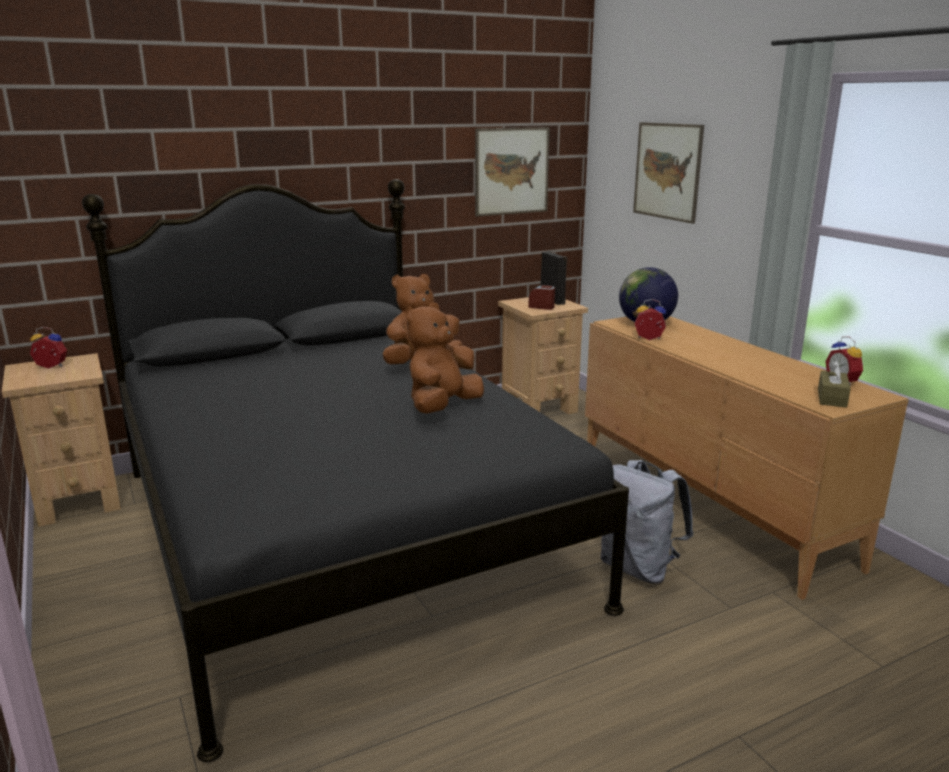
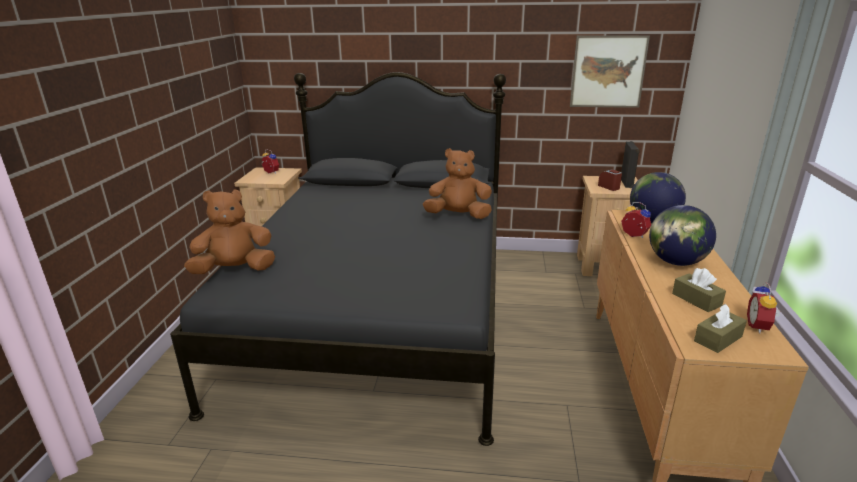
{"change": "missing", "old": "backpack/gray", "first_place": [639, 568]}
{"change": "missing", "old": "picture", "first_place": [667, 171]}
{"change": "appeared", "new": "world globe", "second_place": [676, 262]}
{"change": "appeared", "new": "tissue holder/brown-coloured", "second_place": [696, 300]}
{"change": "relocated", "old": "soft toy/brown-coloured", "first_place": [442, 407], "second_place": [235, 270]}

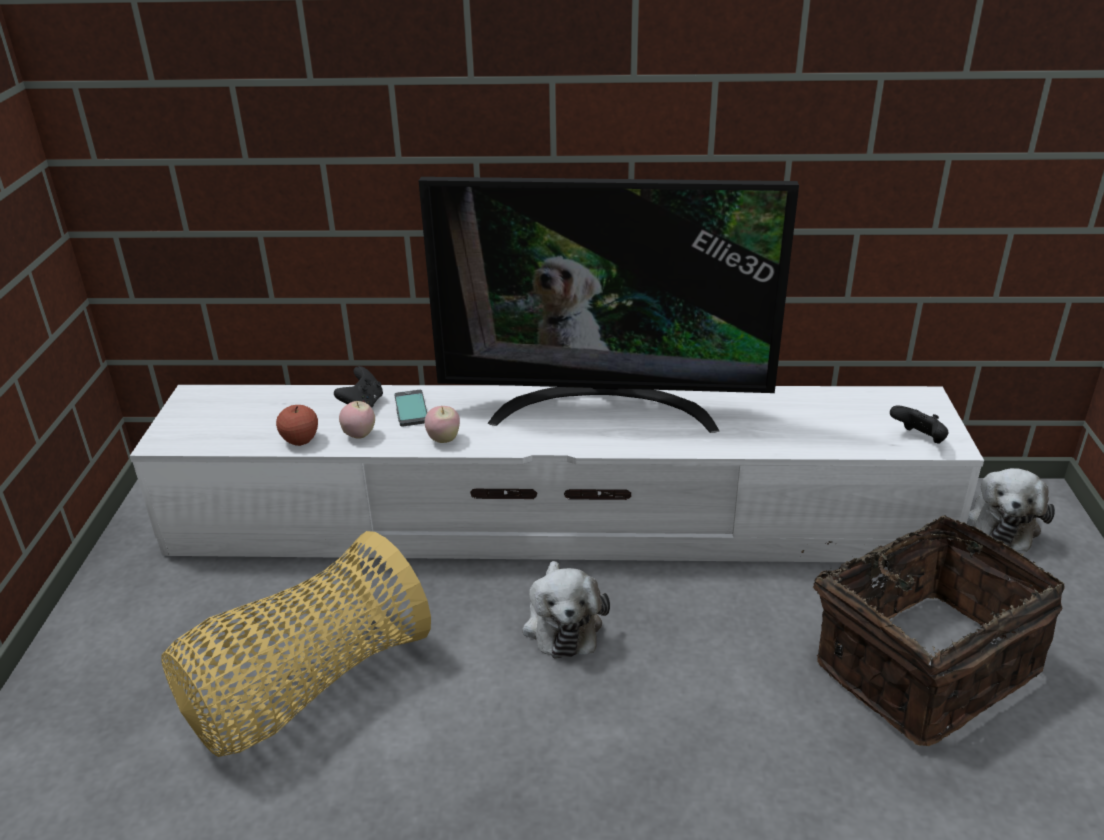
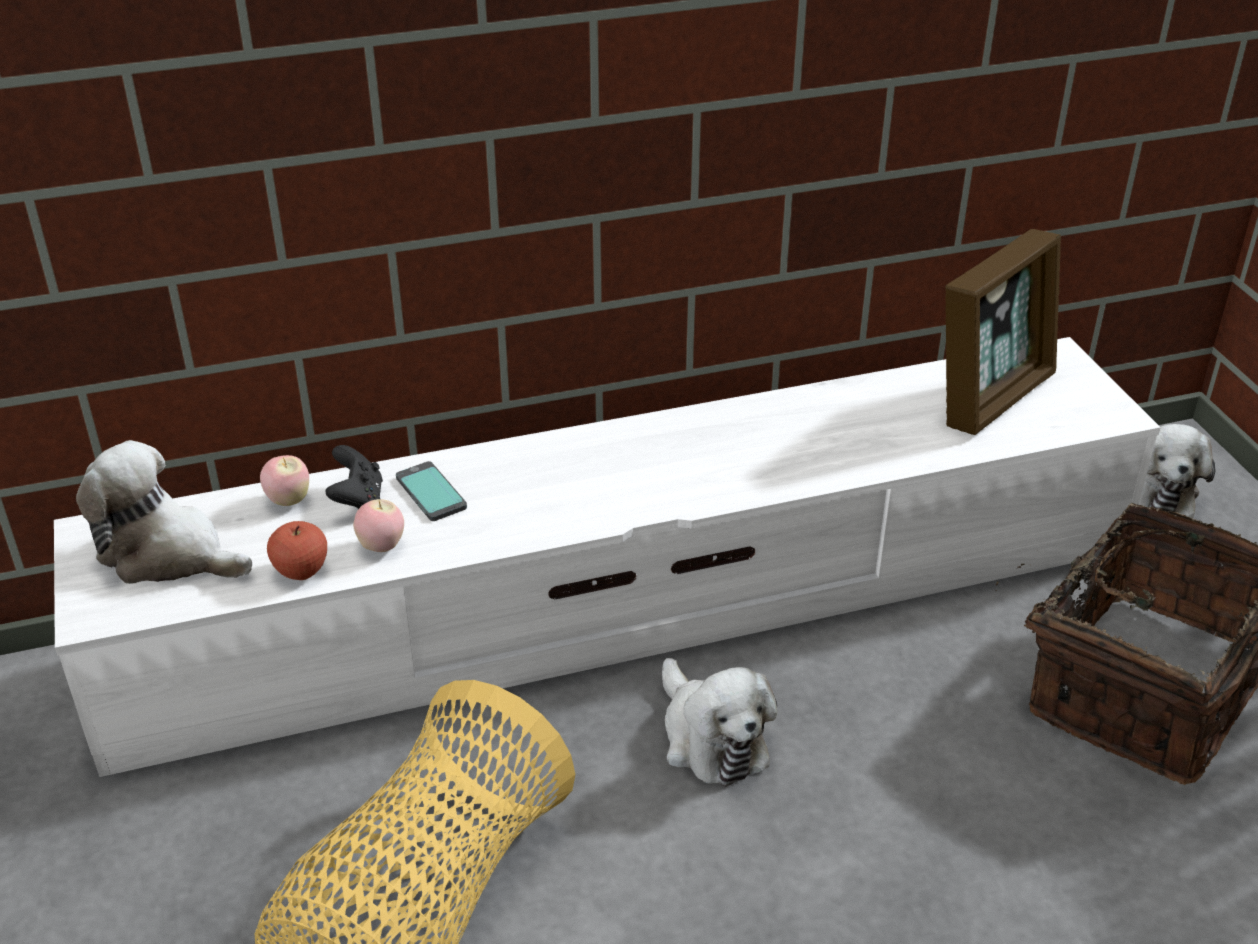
{"change": "missing", "old": "television", "first_place": [604, 406]}
{"change": "missing", "old": "game controller/blackish", "first_place": [918, 439]}
{"change": "appeared", "new": "soft toy", "second_place": [167, 554]}
{"change": "appeared", "new": "standing frame", "second_place": [992, 396]}
{"change": "relocated", "old": "apple", "first_place": [444, 439], "second_place": [288, 500]}

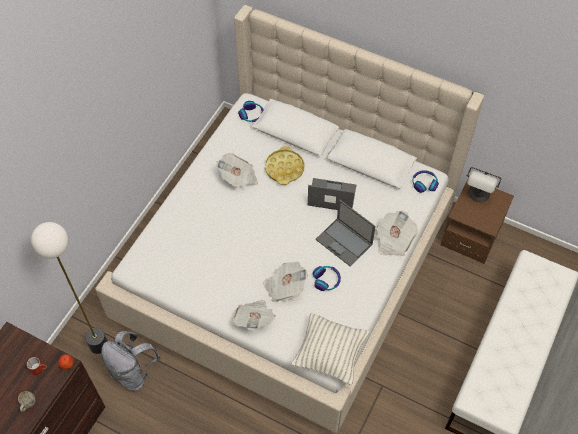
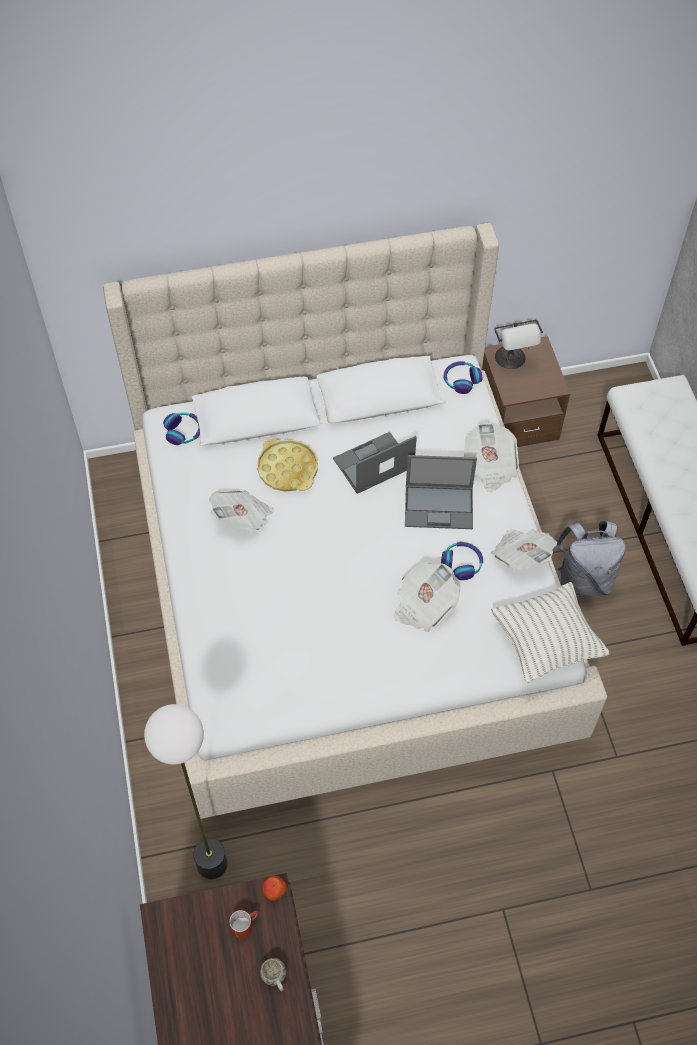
{"change": "relocated", "old": "backpack/gray", "first_place": [133, 372], "second_place": [583, 580]}
{"change": "relocated", "old": "printed paper", "first_place": [254, 319], "second_place": [521, 556]}

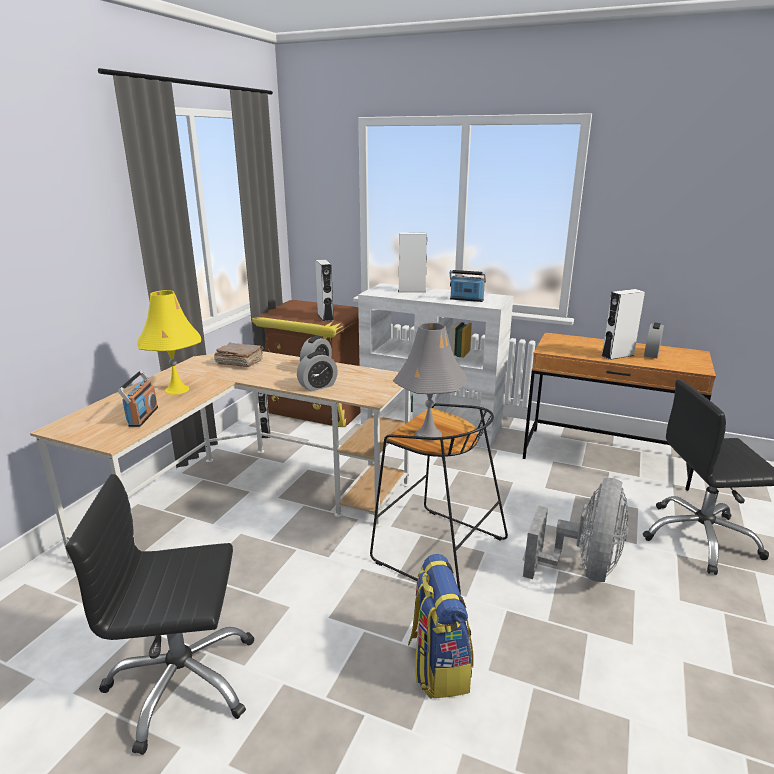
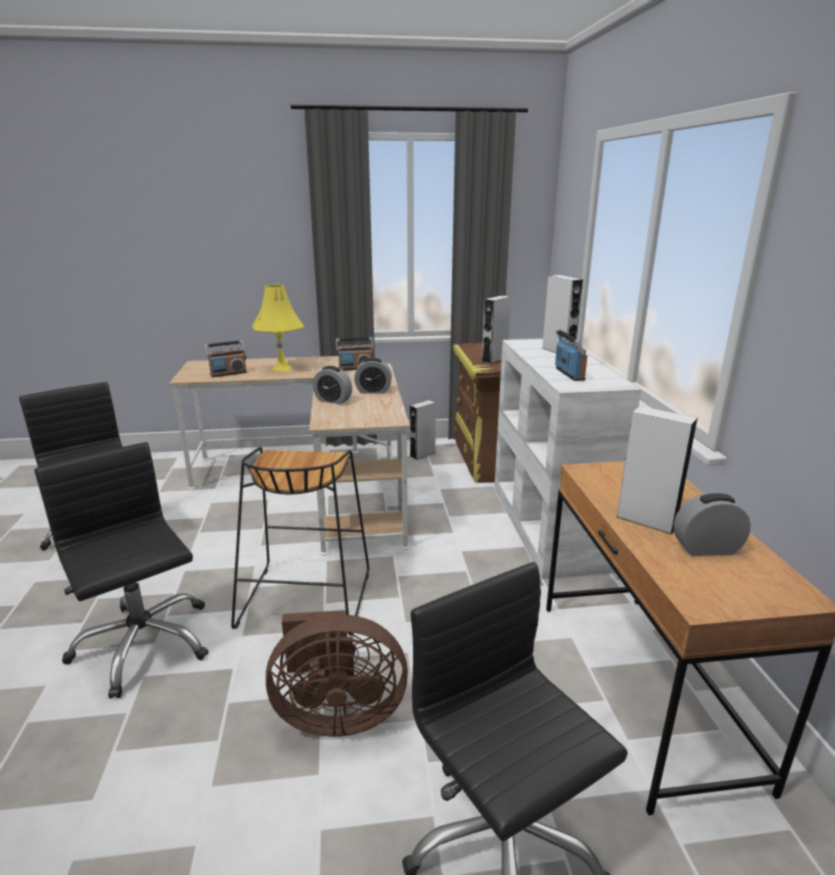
{"change": "missing", "old": "tabletop lamp/gray", "first_place": [428, 434]}
{"change": "exchanged", "old": "volume/brown-coloured", "new": "radio", "first_place": [239, 362], "second_place": [355, 368]}
{"change": "exchanged", "old": "backpack", "new": "computer chair/blackish", "first_place": [438, 665], "second_place": [143, 644]}
{"change": "colour", "old": "cooling fan/gray", "new": "cooling fan/brown-coloured", "first_place": [582, 568], "second_place": [336, 714]}

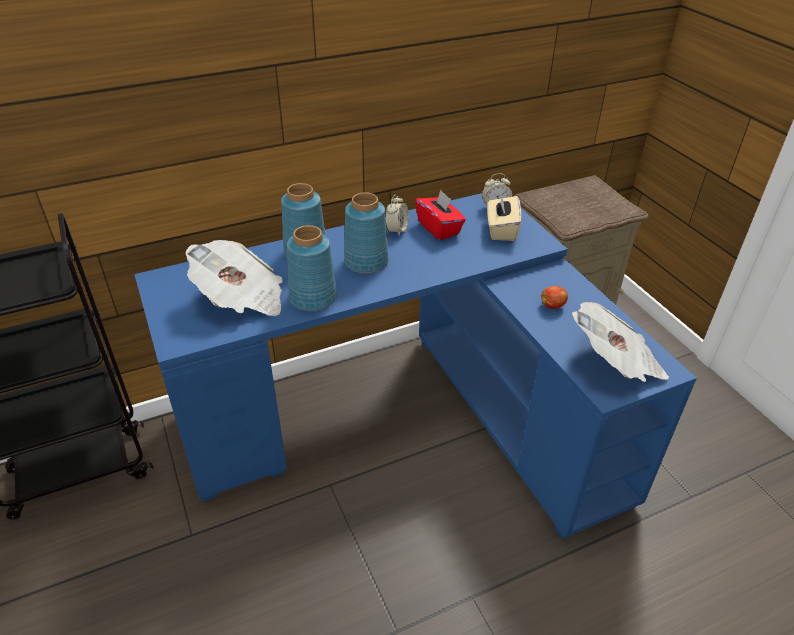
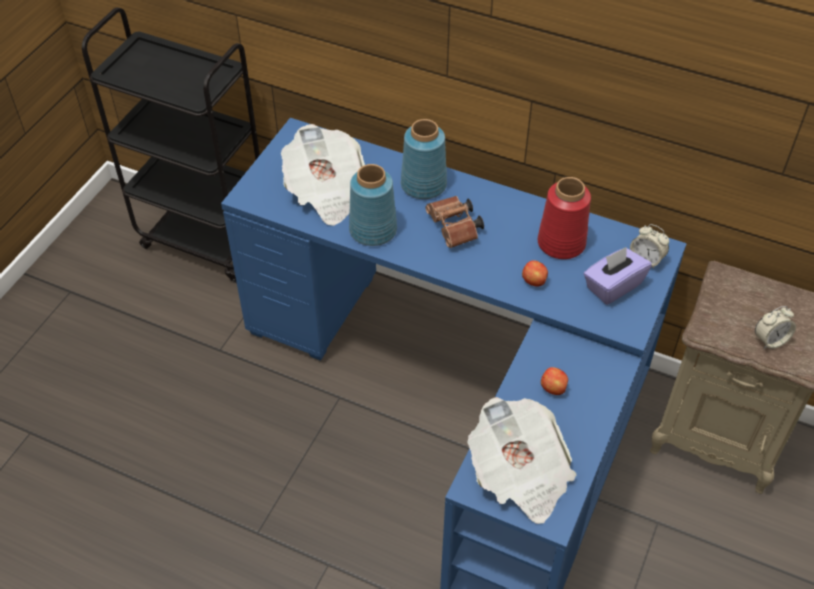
{"change": "appeared", "new": "apple", "second_place": [534, 281]}
{"change": "relocated", "old": "bedside clock", "first_place": [396, 230], "second_place": [770, 340]}
{"change": "exchanged", "old": "decorative vase/bluish", "new": "pair of binoculars/brown-coloured", "first_place": [367, 262], "second_place": [455, 229]}
{"change": "exchanged", "old": "tissue holder/red", "new": "decorative vase/red", "first_place": [439, 228], "second_place": [561, 242]}
{"change": "colour", "old": "tissue holder/beige", "new": "tissue holder/purple-coloured", "first_place": [501, 230], "second_place": [613, 286]}

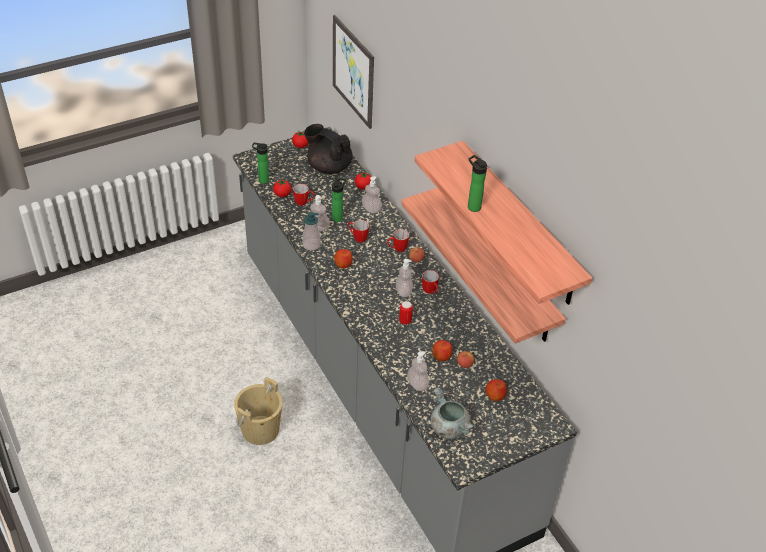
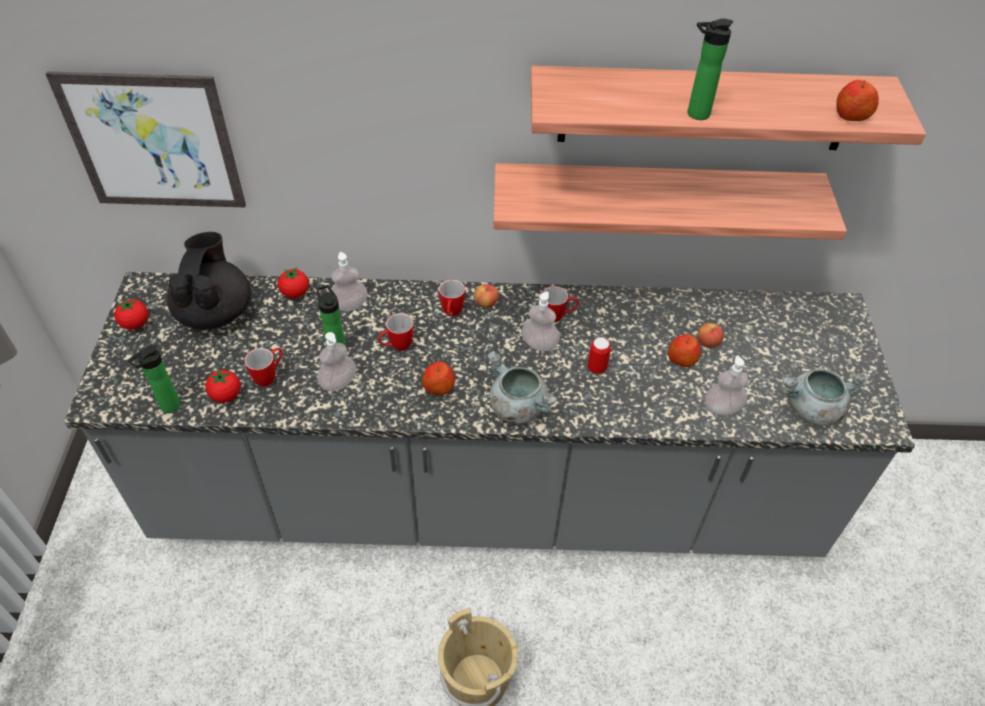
{"change": "missing", "old": "liquid soap bottle", "first_place": [311, 245]}
{"change": "appeared", "new": "saucepot/gray", "second_place": [517, 407]}
{"change": "relocated", "old": "apple", "first_place": [495, 395], "second_place": [851, 115]}
{"change": "spun", "old": "tea pot/blackish", "first_place": [328, 166], "second_place": [215, 311], "degrees": 120}

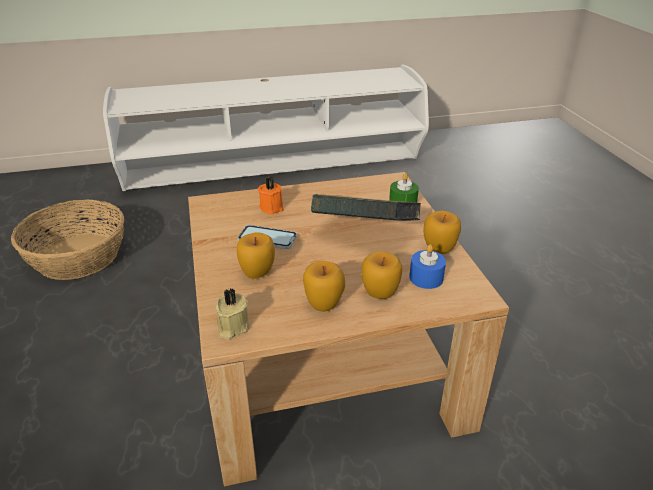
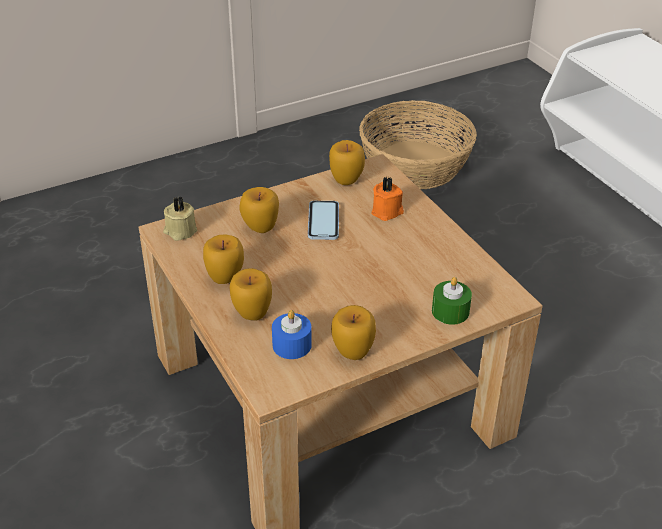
{"change": "missing", "old": "volume", "first_place": [365, 233]}
{"change": "appeared", "new": "apple", "second_place": [346, 180]}

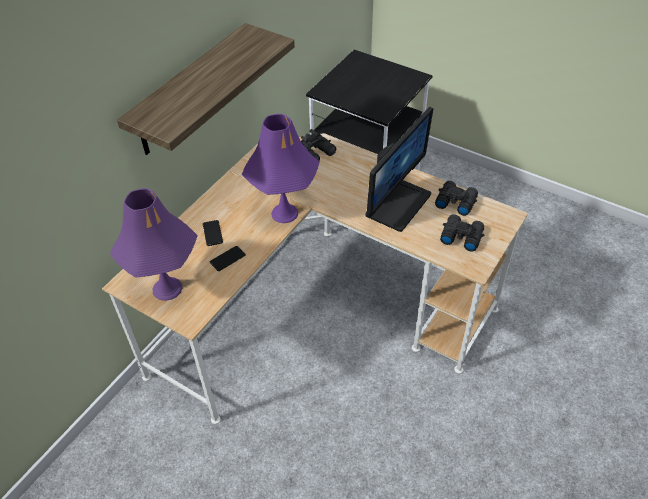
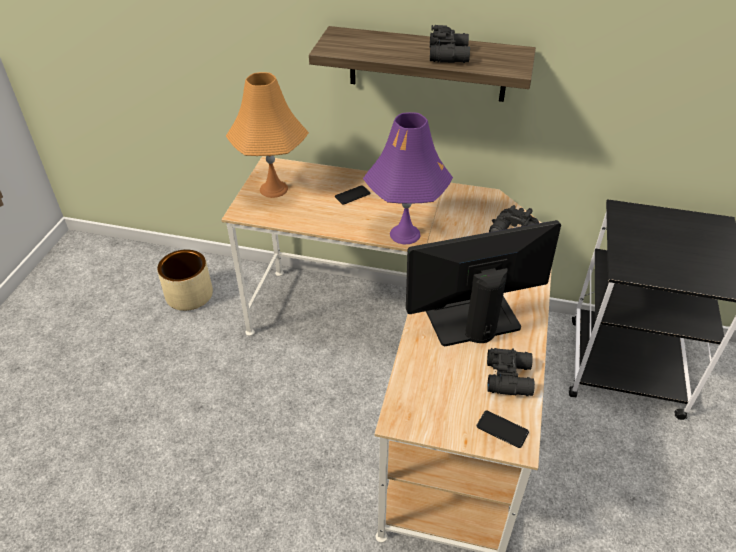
{"change": "appeared", "new": "plant pot/beige", "second_place": [189, 295]}
{"change": "relocated", "old": "handset", "first_place": [227, 259], "second_place": [502, 429]}
{"change": "relocated", "old": "pair of binoculars/blackish", "first_place": [461, 236], "second_place": [449, 54]}
{"change": "colour", "old": "tabletop lamp/purple-coloured", "new": "tabletop lamp/orange-coloured", "first_place": [167, 288], "second_place": [274, 189]}
{"change": "spun", "old": "monitor", "first_place": [397, 203], "second_place": [472, 320], "degrees": 150}

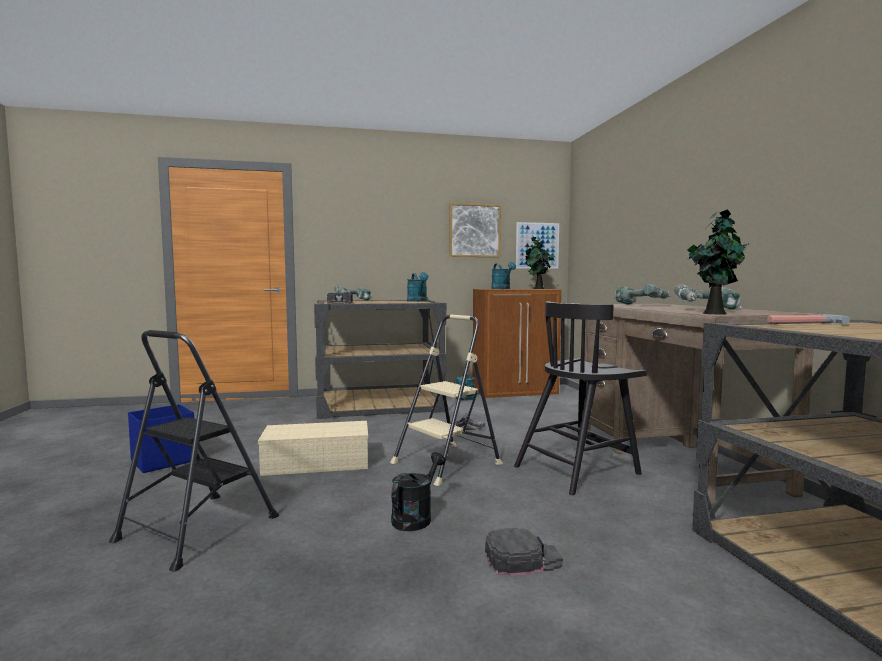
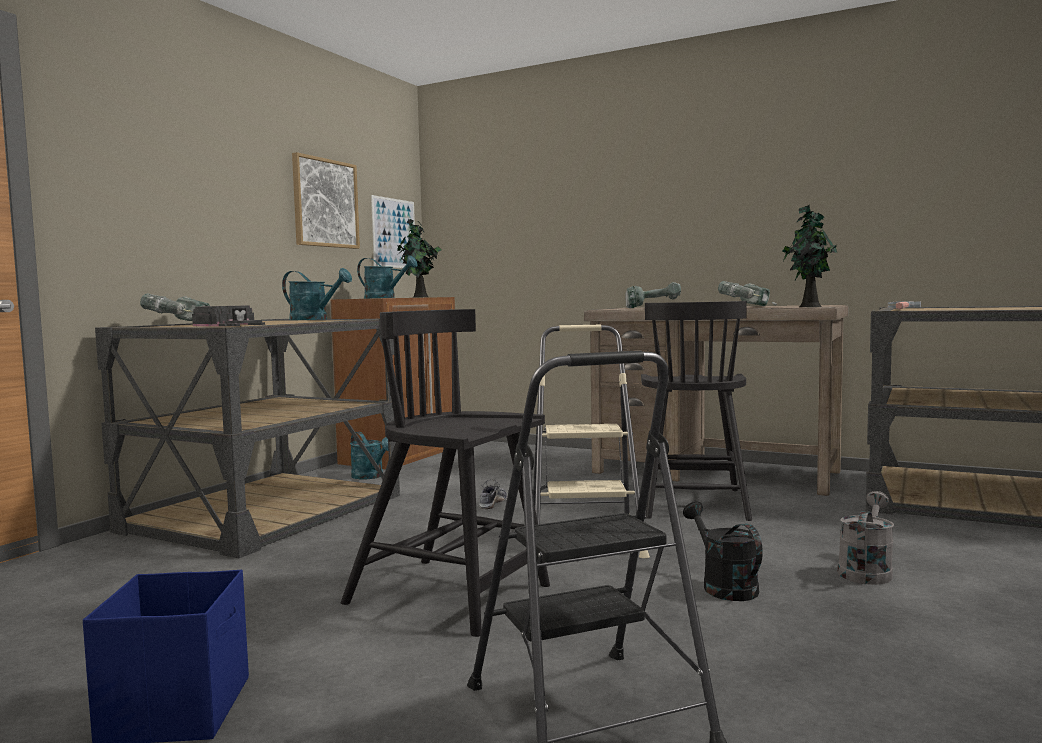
{"change": "exchanged", "old": "storage bin/beige", "new": "upright chair/blackish", "first_place": [318, 462], "second_place": [452, 595]}
{"change": "exchanged", "old": "baseball cap/blackish", "new": "watering can/gray", "first_place": [522, 558], "second_place": [866, 571]}

